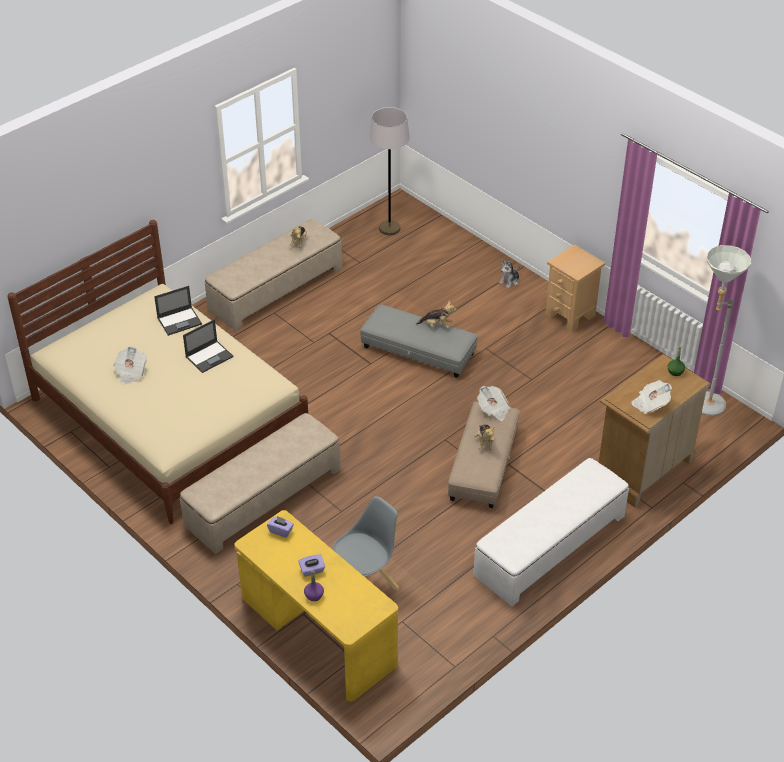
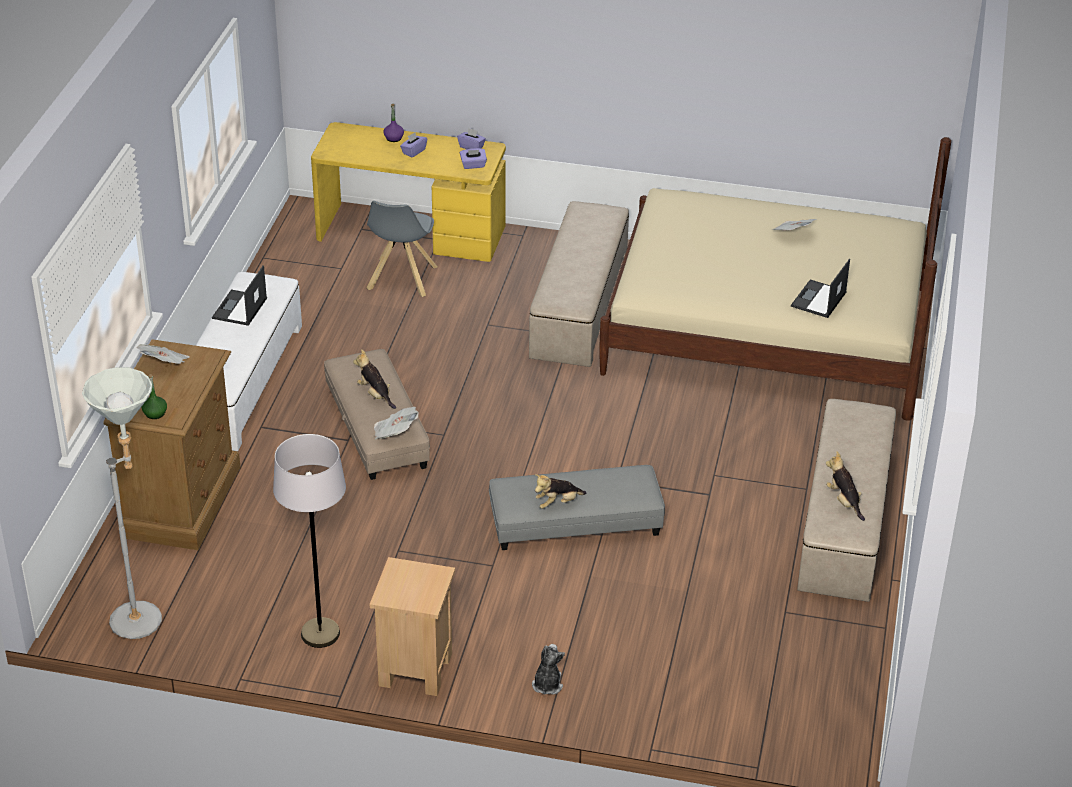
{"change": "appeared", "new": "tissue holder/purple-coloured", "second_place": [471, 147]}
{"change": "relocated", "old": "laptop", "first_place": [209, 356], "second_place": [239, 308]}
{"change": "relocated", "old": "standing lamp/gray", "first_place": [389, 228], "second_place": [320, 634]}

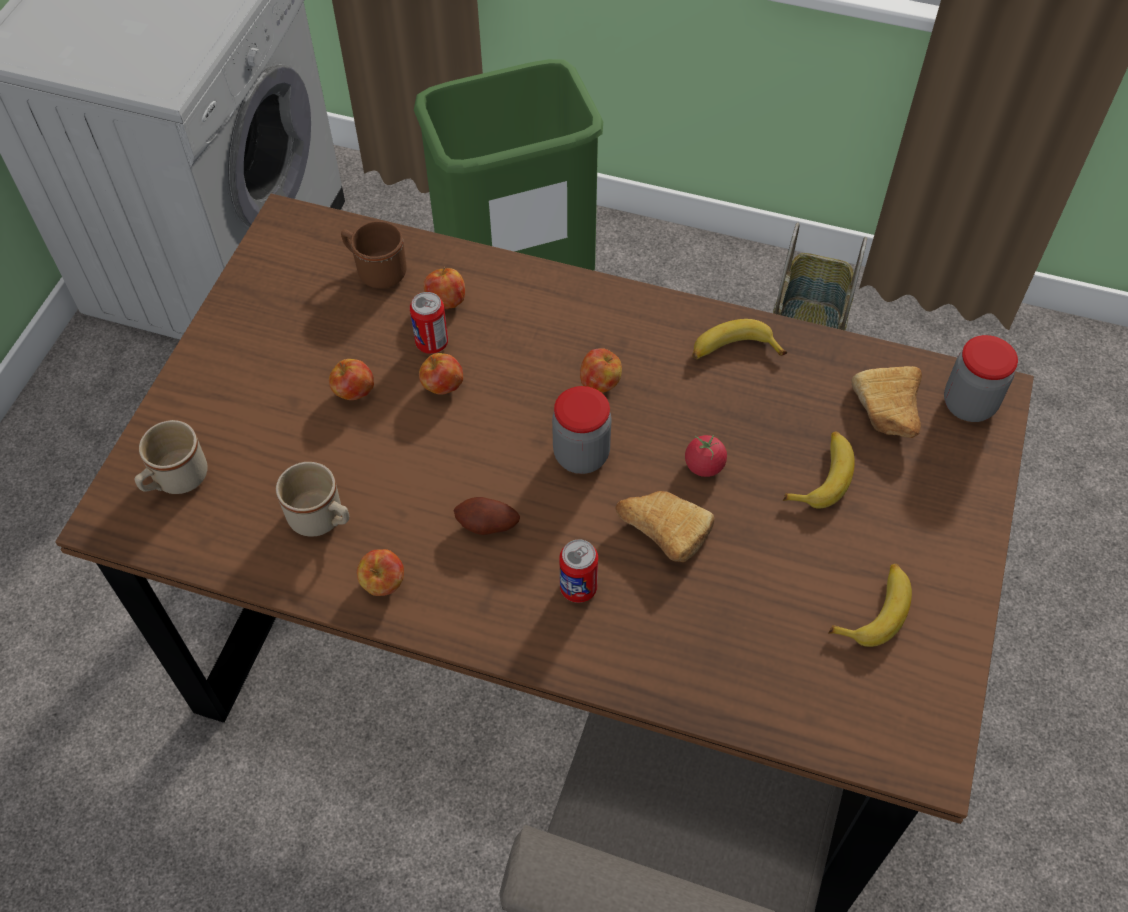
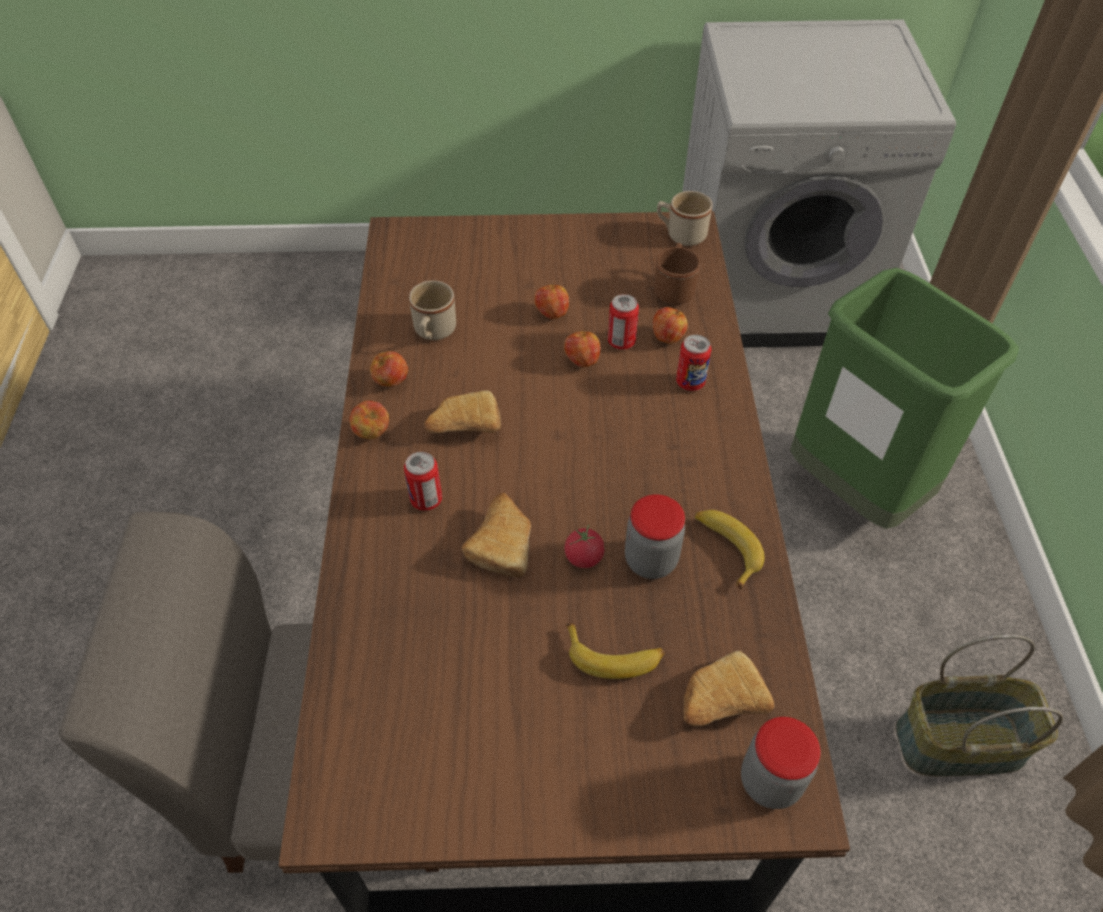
{"change": "missing", "old": "banana fruit", "first_place": [874, 609]}
{"change": "appeared", "new": "can", "second_place": [690, 382]}
{"change": "relocated", "old": "mug/beige", "first_place": [175, 480], "second_place": [680, 234]}
{"change": "relocated", "old": "storage jar", "first_place": [581, 455], "second_place": [651, 560]}
{"change": "relocated", "old": "apple", "first_place": [600, 383], "second_place": [371, 432]}
{"change": "exchanged", "old": "potato", "new": "bread", "first_place": [487, 526], "second_place": [462, 426]}

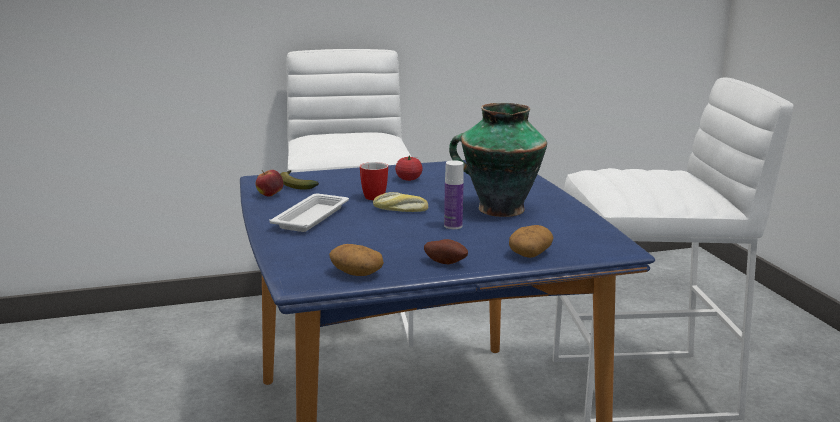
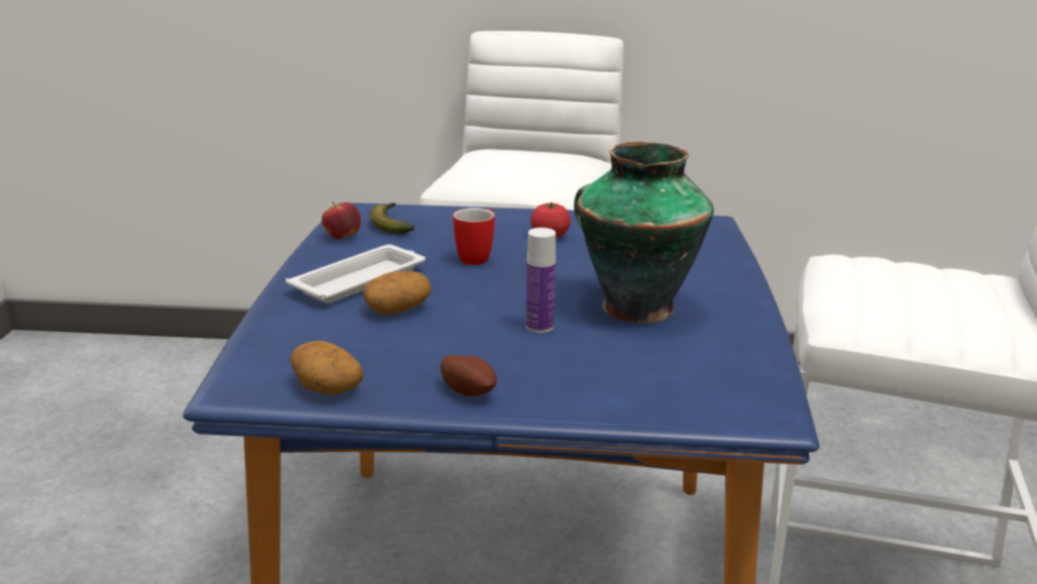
{"change": "missing", "old": "bread", "first_place": [400, 210]}
{"change": "relocated", "old": "potato", "first_place": [530, 253], "second_place": [398, 309]}

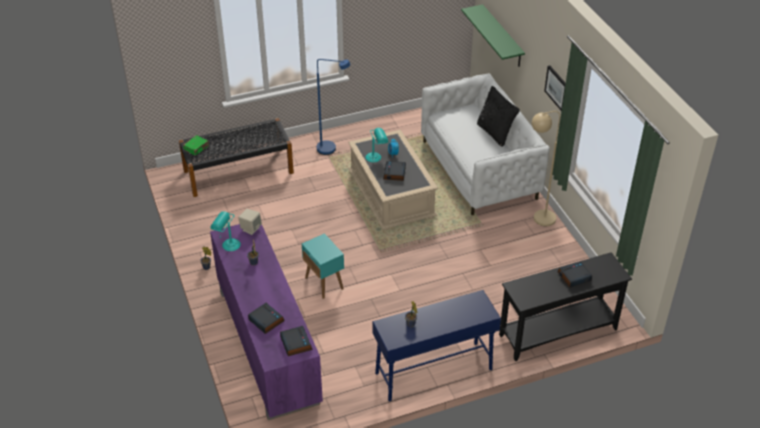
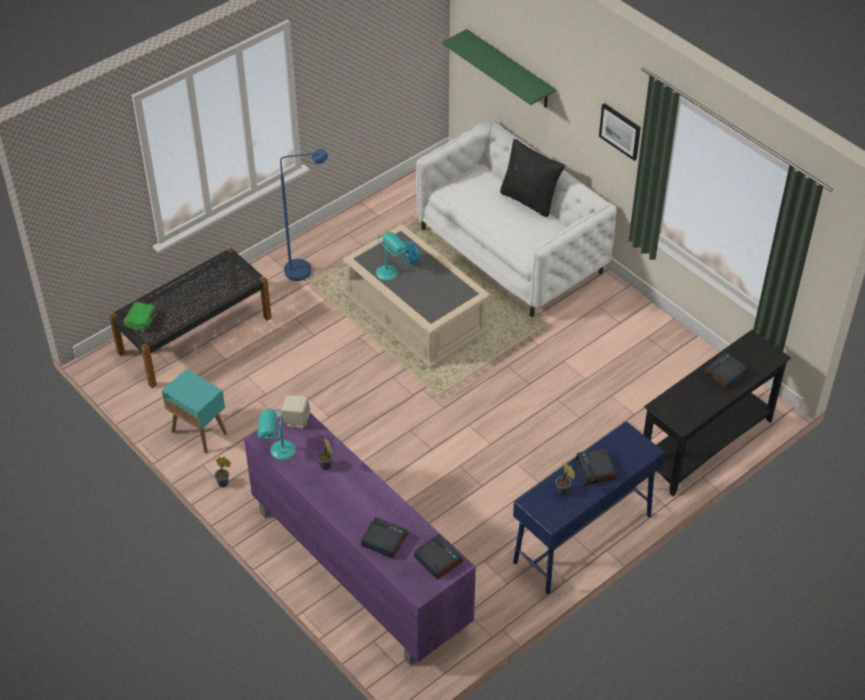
{"change": "missing", "old": "standing lamp/beige", "first_place": [538, 220]}
{"change": "relocated", "old": "accent table/turquoise", "first_place": [324, 283], "second_place": [199, 433]}
{"change": "relocated", "old": "bedside clock", "first_place": [394, 174], "second_place": [595, 470]}

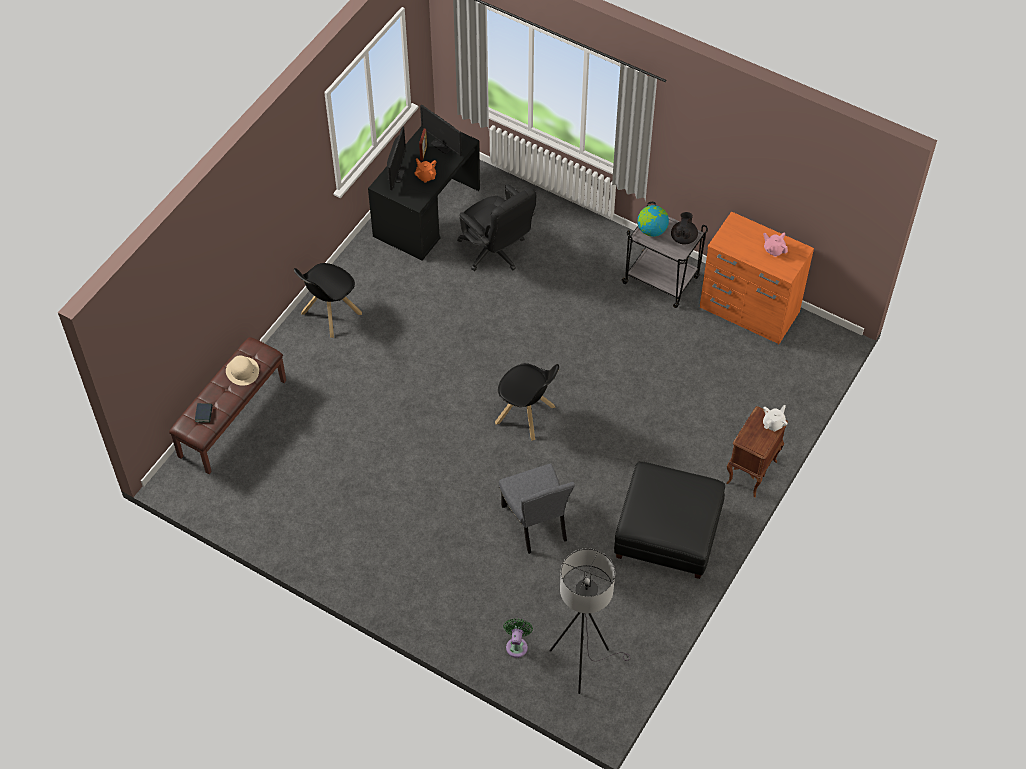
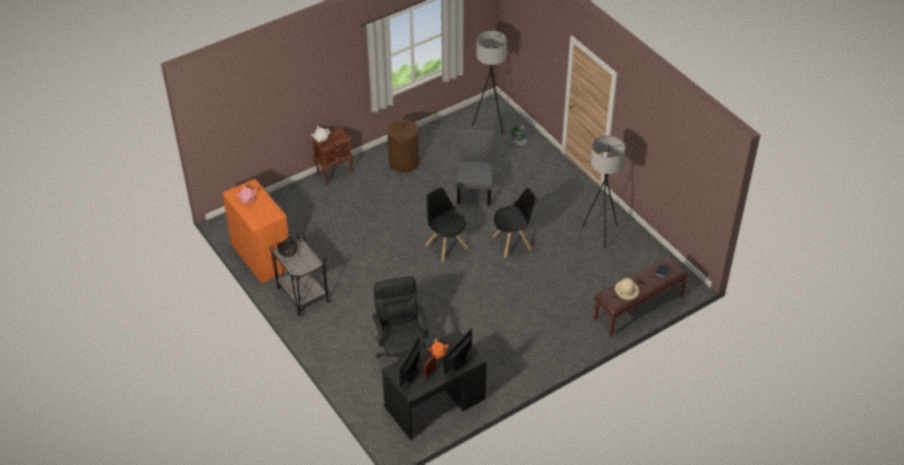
{"change": "missing", "old": "world globe", "first_place": [651, 230]}
{"change": "appeared", "new": "standing lamp/gray", "second_place": [598, 233]}
{"change": "relocated", "old": "upright chair/blackish", "first_place": [330, 314], "second_place": [513, 242]}
{"change": "exchanged", "old": "ottoman/blackish", "new": "washing basket/brown-coloured", "first_place": [668, 533], "second_place": [404, 162]}
{"change": "spun", "old": "monitor", "first_place": [443, 145], "second_place": [411, 374], "degrees": -135}

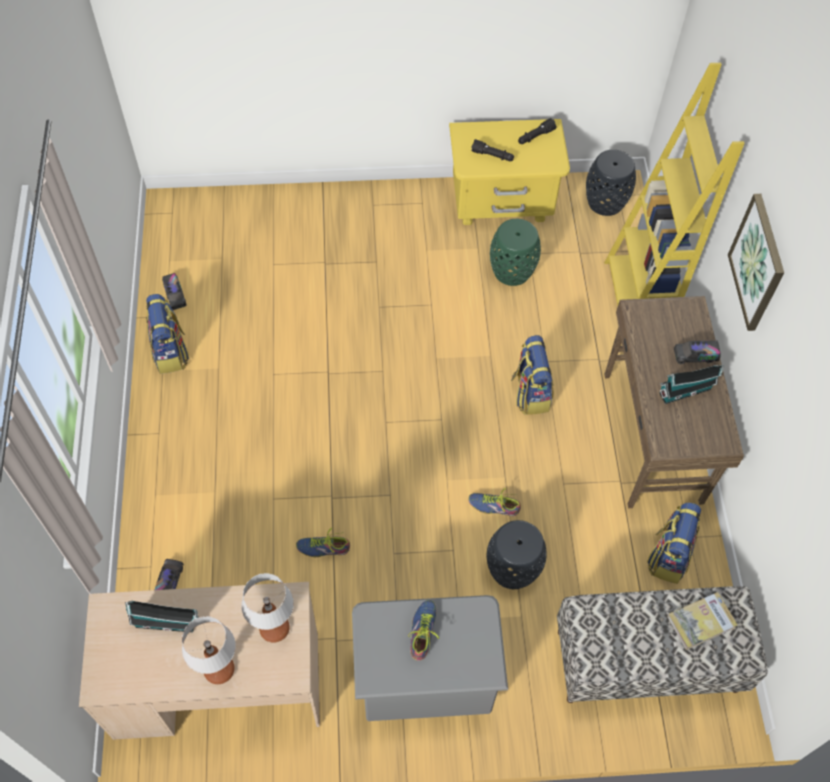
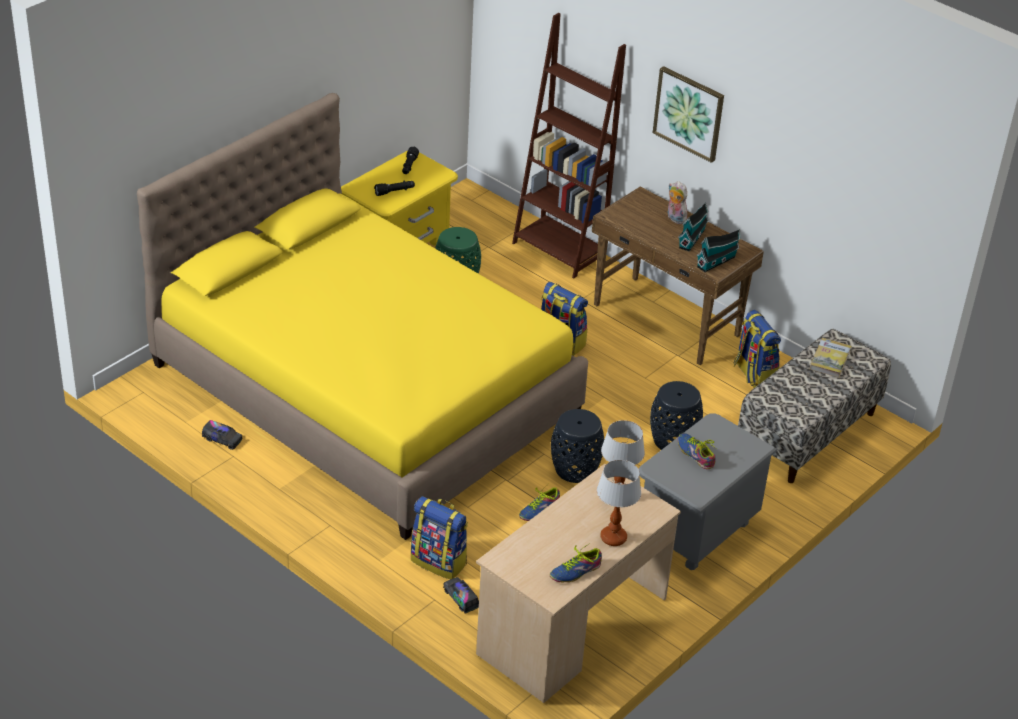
{"change": "appeared", "new": "bed/yellowish", "second_place": [365, 389]}
{"change": "relocated", "old": "miniature house", "first_place": [168, 623], "second_place": [717, 261]}
{"change": "relocated", "old": "backpack", "first_place": [170, 353], "second_place": [439, 561]}
{"change": "relocated", "old": "low shoe", "first_place": [494, 506], "second_place": [576, 571]}
{"change": "relocated", "old": "stool seat/blackish", "first_place": [605, 202], "second_place": [575, 469]}
{"change": "exchanged", "old": "toy truck", "new": "soft toy", "first_place": [695, 356], "second_place": [674, 218]}
{"change": "colour", "old": "shelving unit/yellowish", "new": "shelving unit/brown-coloured", "first_place": [637, 296], "second_place": [558, 250]}

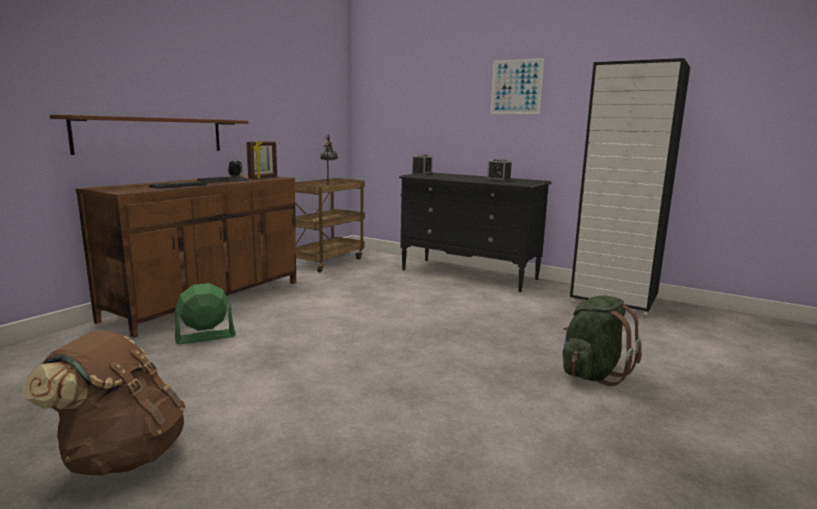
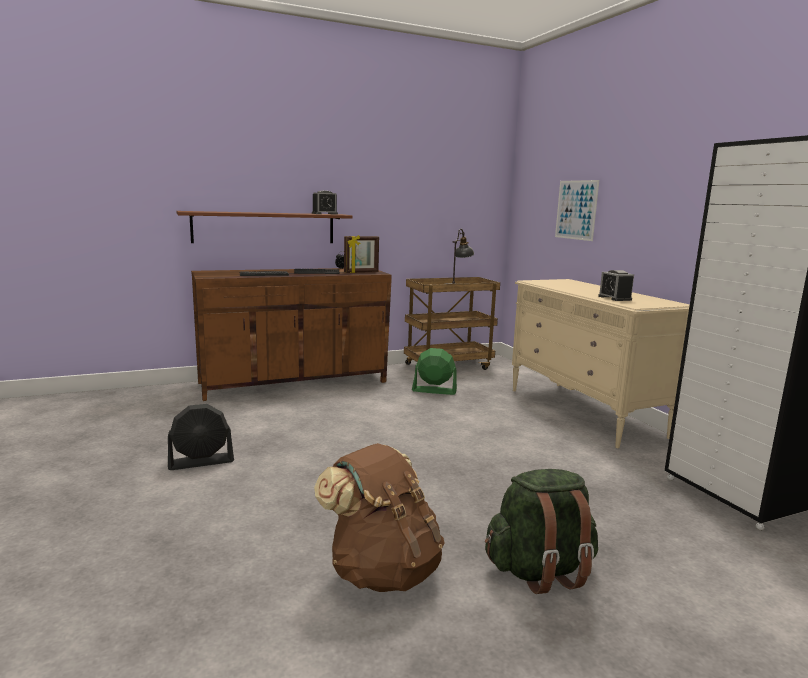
{"change": "appeared", "new": "cooling fan/blackish", "second_place": [201, 462]}
{"change": "relocated", "old": "backpack/brown-coloured", "first_place": [121, 456], "second_place": [382, 570]}
{"change": "relocated", "old": "cooling fan/green", "first_place": [205, 337], "second_place": [434, 390]}
{"change": "relocated", "old": "bedside clock", "first_place": [422, 174], "second_place": [324, 214]}
{"change": "relocated", "old": "picture", "first_place": [516, 87], "second_place": [576, 210]}
{"change": "colour", "old": "drawer chest/blackish", "new": "drawer chest/beige", "first_place": [469, 275], "second_place": [583, 412]}

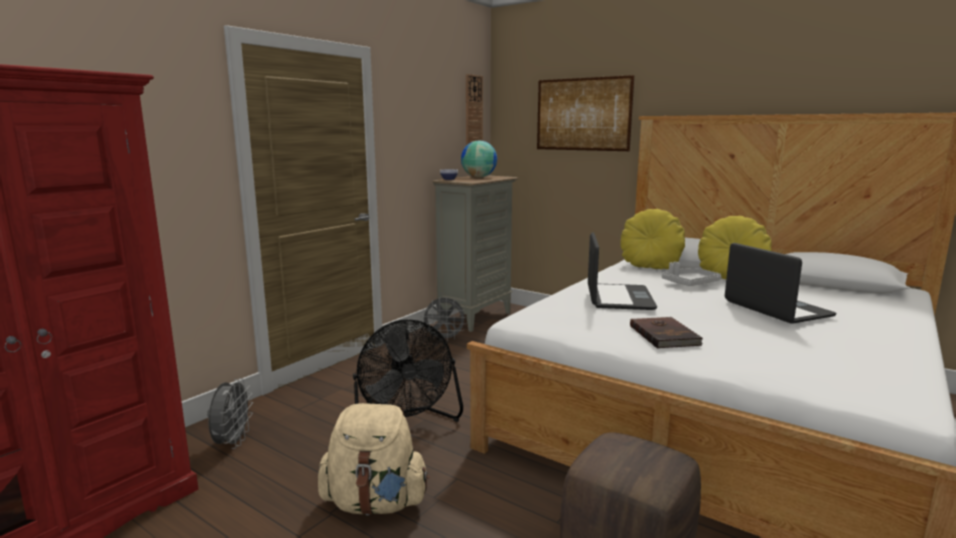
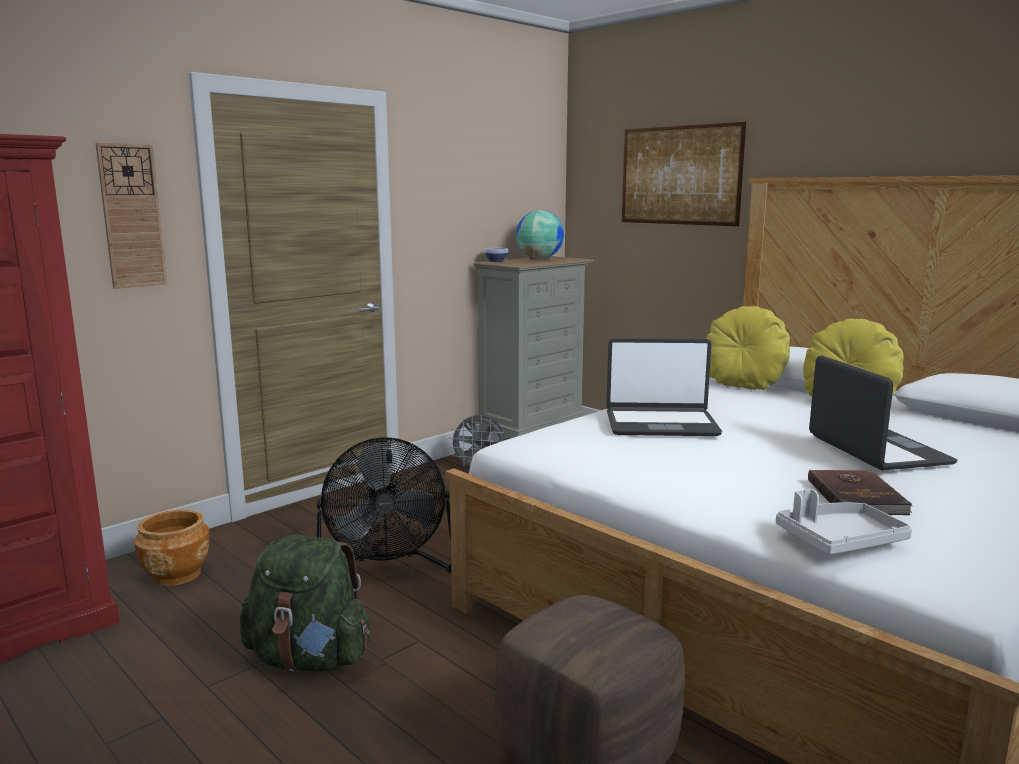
{"change": "relocated", "old": "hanging clock", "first_place": [473, 112], "second_place": [132, 216]}
{"change": "relocated", "old": "volume/brown-coloured", "first_place": [665, 335], "second_place": [857, 496]}
{"change": "relocated", "old": "carrying tray/gray", "first_place": [690, 283], "second_place": [839, 540]}
{"change": "exchanged", "old": "cooling fan/gray", "new": "plant pot/brown-coloured", "first_place": [232, 443], "second_place": [176, 574]}
{"change": "colour", "old": "backpack/beige", "new": "backpack/green", "first_place": [375, 503], "second_place": [309, 659]}
{"change": "spun", "old": "laptop", "first_place": [618, 298], "second_place": [661, 424], "degrees": 75}

